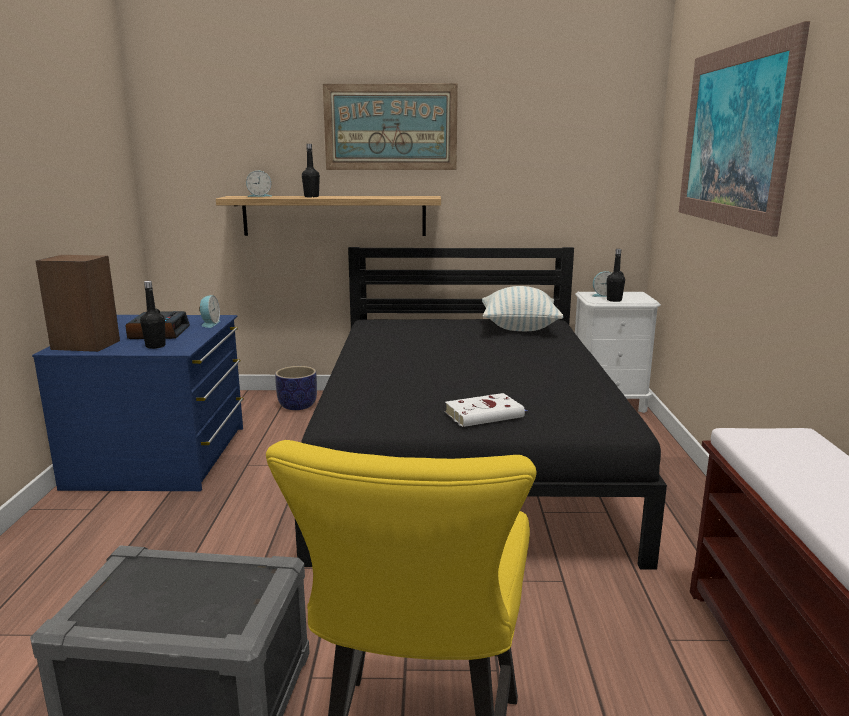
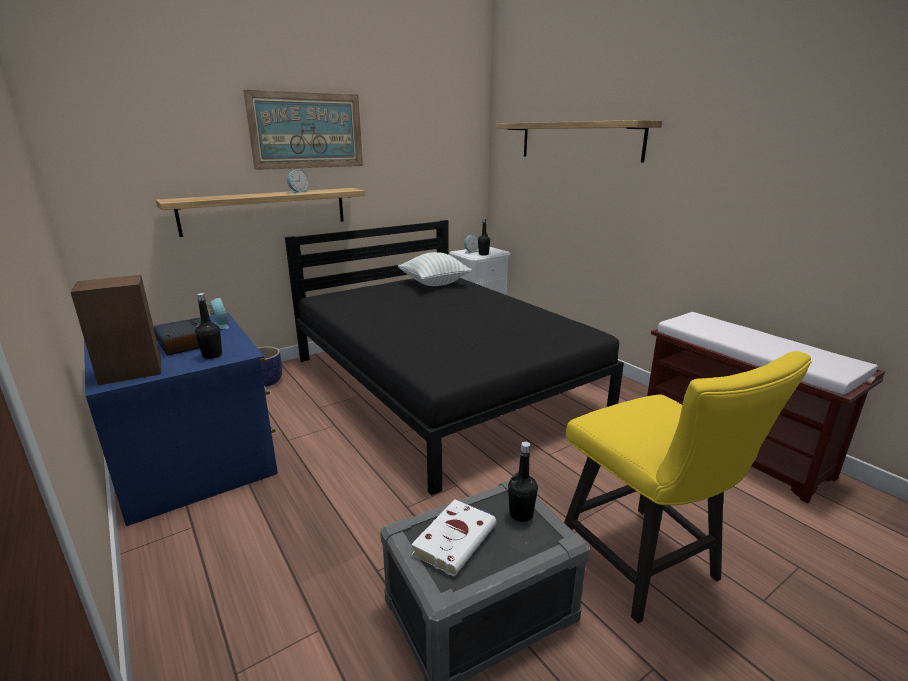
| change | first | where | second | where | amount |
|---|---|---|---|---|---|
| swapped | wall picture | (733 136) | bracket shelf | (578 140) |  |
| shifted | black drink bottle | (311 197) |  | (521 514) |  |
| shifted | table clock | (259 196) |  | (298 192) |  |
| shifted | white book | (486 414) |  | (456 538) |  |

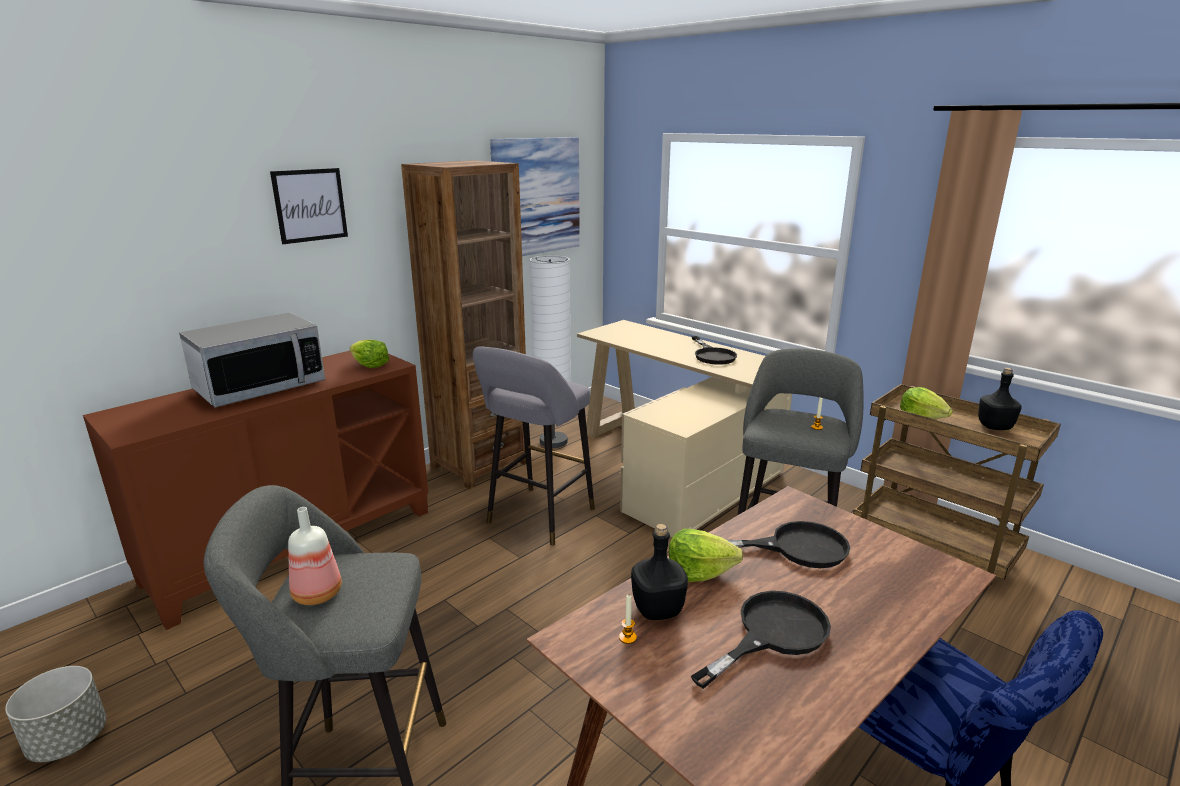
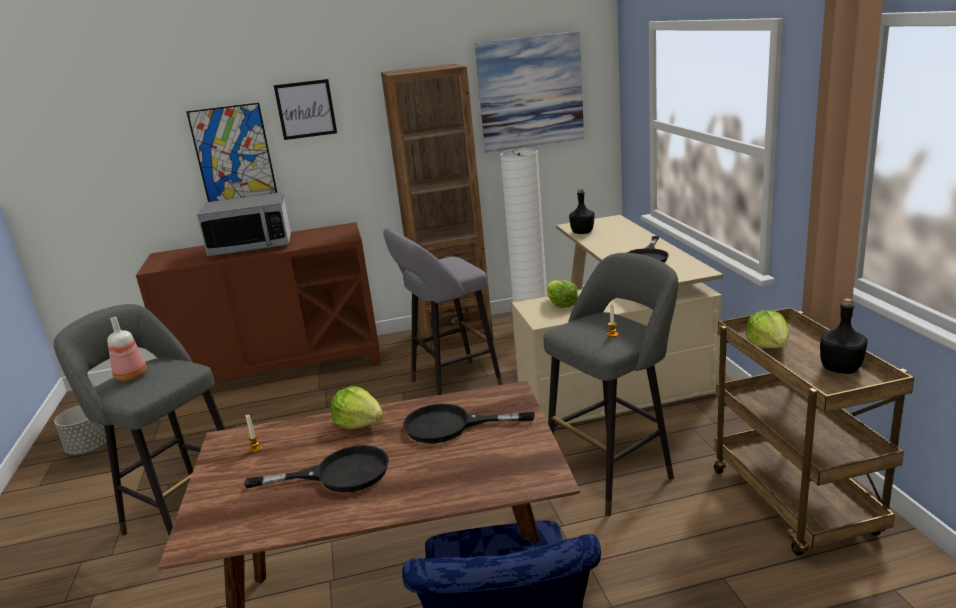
| change | first | where | second | where | amount |
|---|---|---|---|---|---|
| shifted | lettuce head | (369 365) |  | (561 304) |  |
| rotated | black skillet | (795 548) |  | (450 426) | 150 degrees clockwise |
| shifted | black drink bottle | (658 609) |  | (583 232) |  |
| new |  |  | wall picture | (234 157) |  |

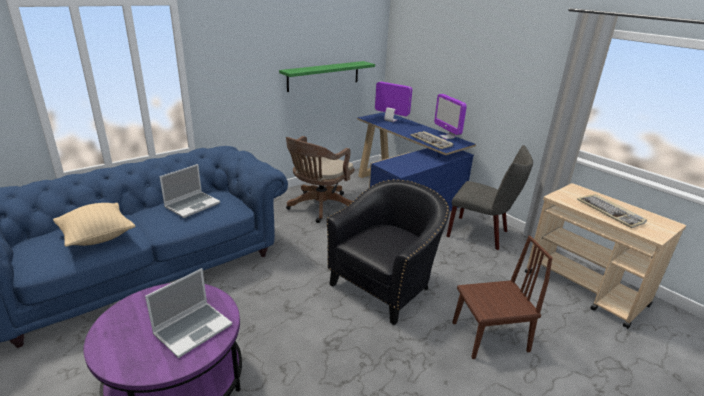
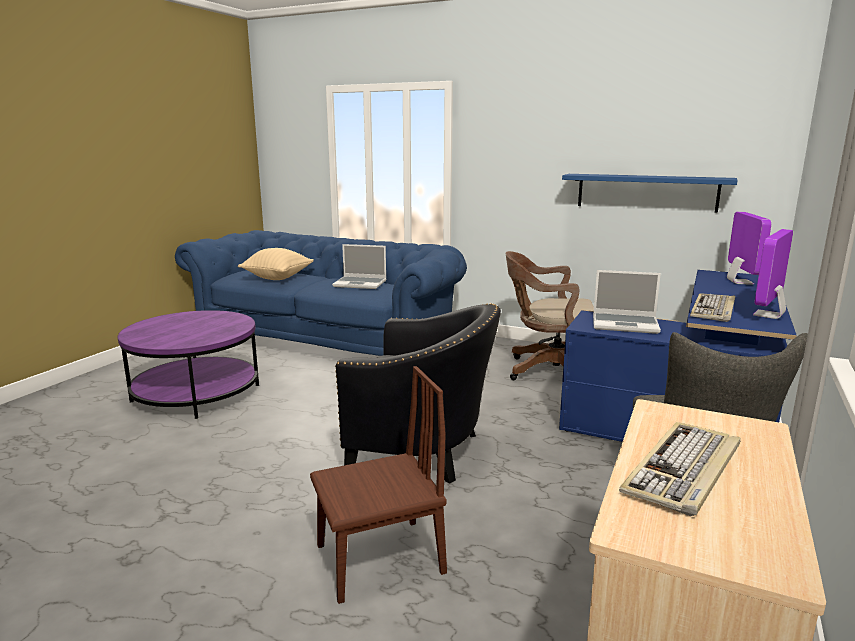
| change | first | where | second | where | amount |
|---|---|---|---|---|---|
| repainted | green-coloured bracket shelf | (323 76) | blue-coloured bracket shelf | (646 192) |  |
| rotated | brown-coloured plain chair | (489 337) |  | (379 559) | 75 degrees counterclockwise |
| shifted | laptop | (193 329) |  | (625 324) |  |

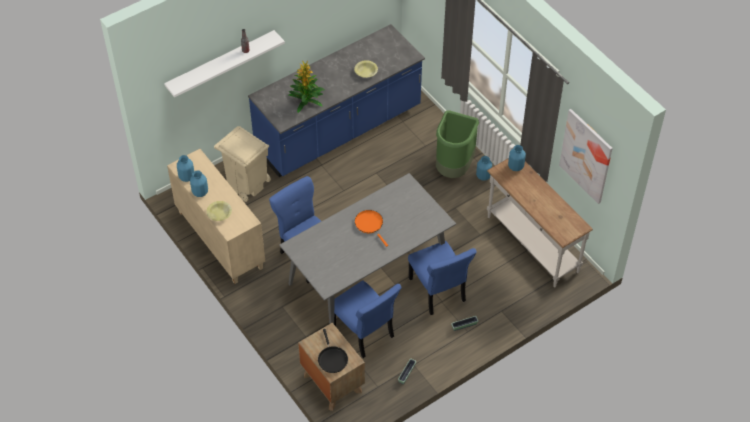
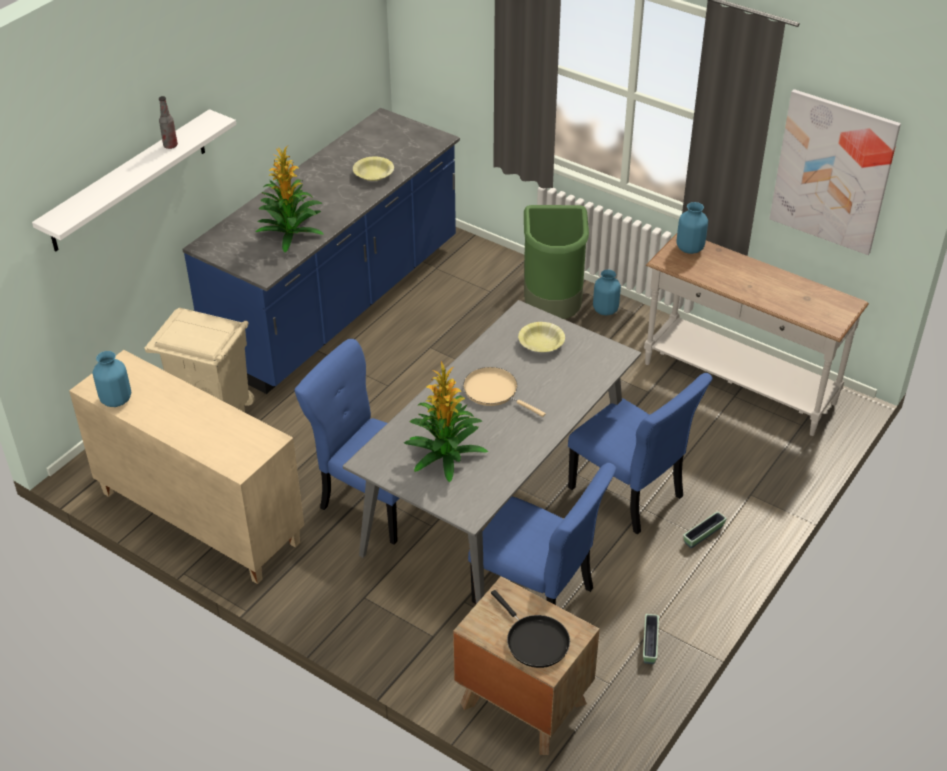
| change | first | where | second | where | amount |
|---|---|---|---|---|---|
| gone | blue-coloured vase | (200 192) |  |  |  |
| shifted | yellow serving bowl | (219 213) |  | (541 343) |  |
| repainted | orange-coloured skillet | (370 225) | beige-coloured skillet | (494 391) |  |
| new |  |  | houseplant | (444 454) |  |

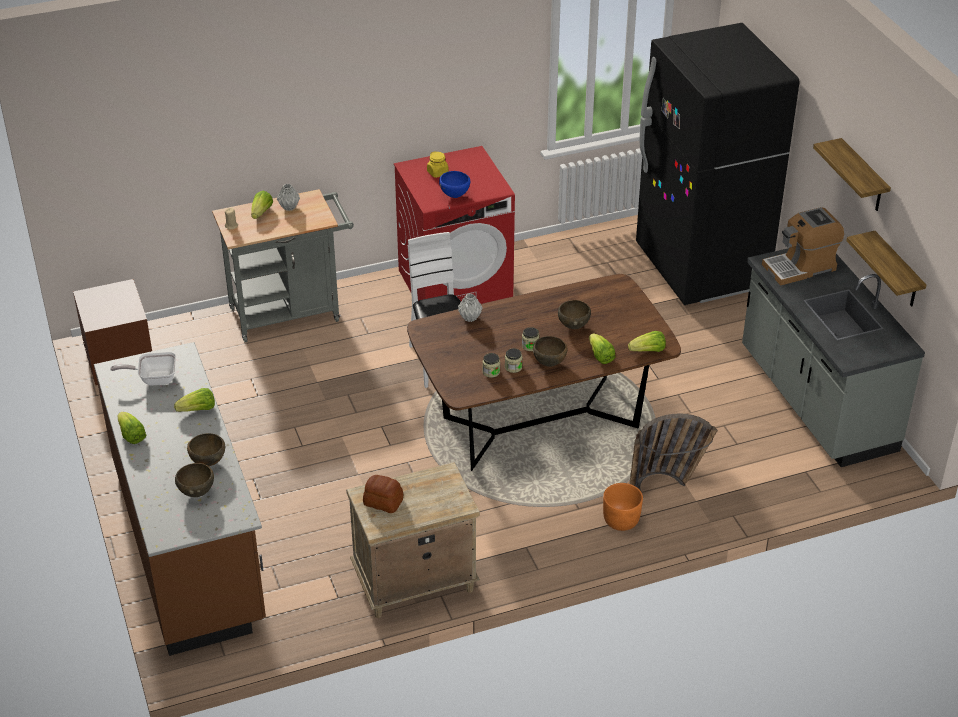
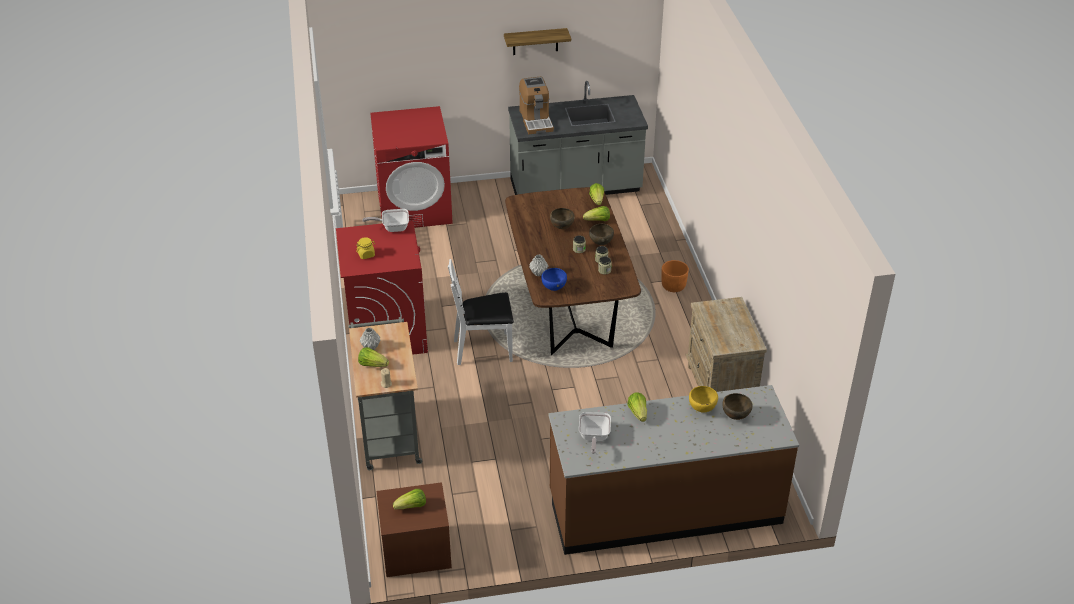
| change | first | where | second | where | amount |
|---|---|---|---|---|---|
| swapped | black fridge | (701 268) | reddish laundry appliance | (415 208) |  |
| shifted | blue-coloured serving bowl | (455 196) |  | (554 288) |  |
| gone | bracket shelf | (897 271) |  |  |  |
| shifted | lettuce head | (131 435) |  | (412 506) |  |
| gone | storage basket | (667 483) |  |  |  |
| repainted | brown-coloured serving bowl | (208 463) | yellow serving bowl | (702 409) |  |
| gone | baked bread | (383 502) |  |  |  |
| new |  |  | skillet | (392 228) |  |

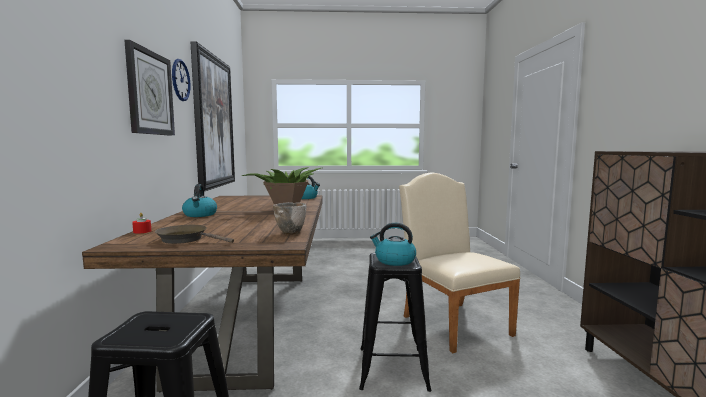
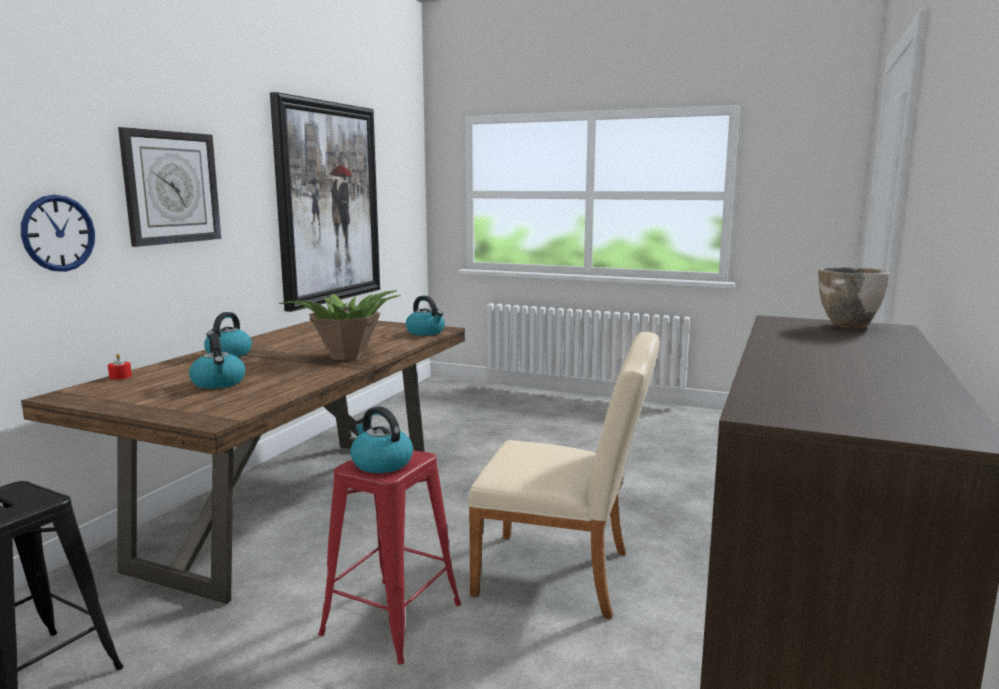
| change | first | where | second | where | amount |
|---|---|---|---|---|---|
| shifted | hanging clock | (180 80) |  | (58 233) |  |
| rotated | beige-coloured plain chair | (451 322) |  | (564 575) | 105 degrees clockwise |
| shifted | serving bowl | (291 233) |  | (849 325) |  |
| gone | brown-coloured skillet | (186 239) |  |  |  |
| repainted | black stool seat | (392 367) | reddish stool seat | (392 618) |  |
| new |  |  | kettle | (219 383) |  |

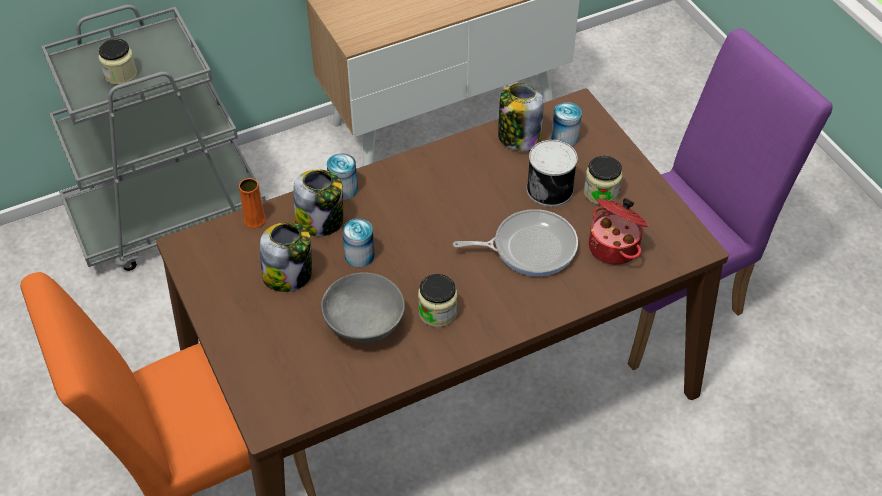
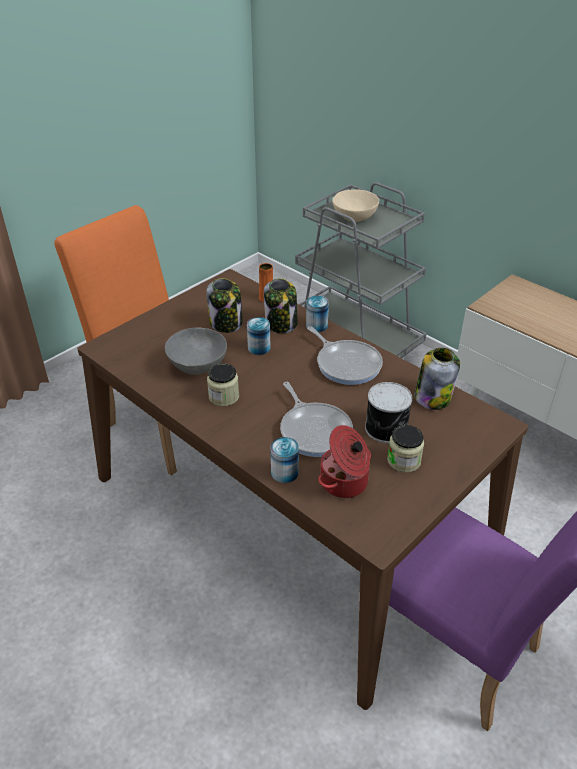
| change | first | where | second | where | amount |
|---|---|---|---|---|---|
| swapped | jar | (120 74) | beige-coloured serving bowl | (354 217) |  |
| shifted | can | (564 138) |  | (284 473) |  |
| new |  |  | skillet | (346 364) |  |

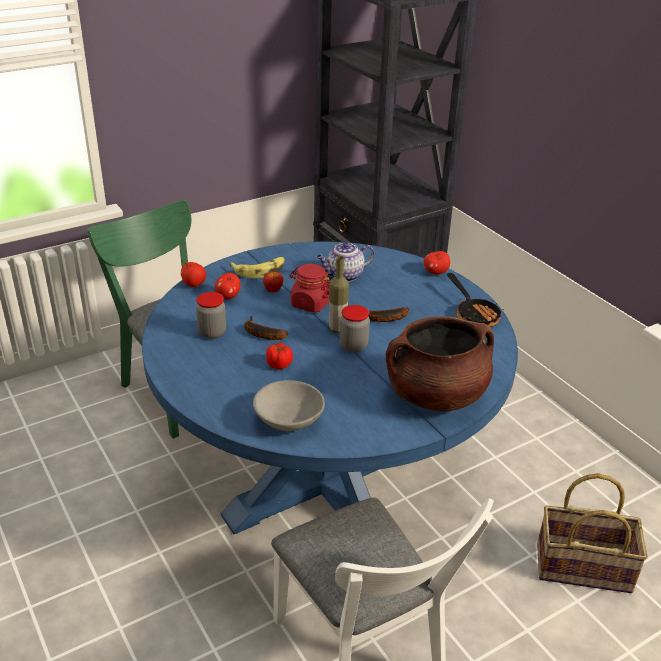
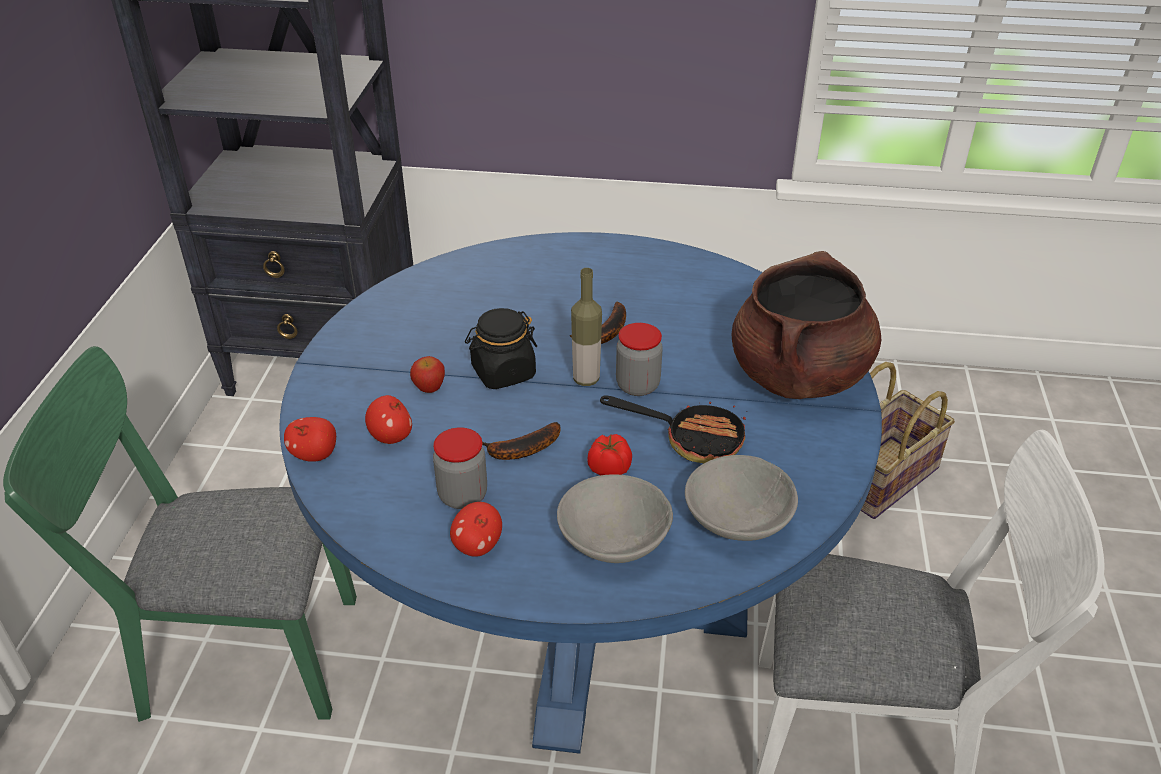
| change | first | where | second | where | amount |
|---|---|---|---|---|---|
| gone | teapot | (344 275) |  |  |  |
| shifted | apple fruit | (435 272) |  | (477 546) |  |
| gone | banana fruit | (260 271) |  |  |  |
| repainted | reddish jar | (310 304) | black jar | (503 372) |  |
| shifted | skillet | (474 314) |  | (692 439) |  |
| new |  |  | greyish serving bowl | (614 541) |  |

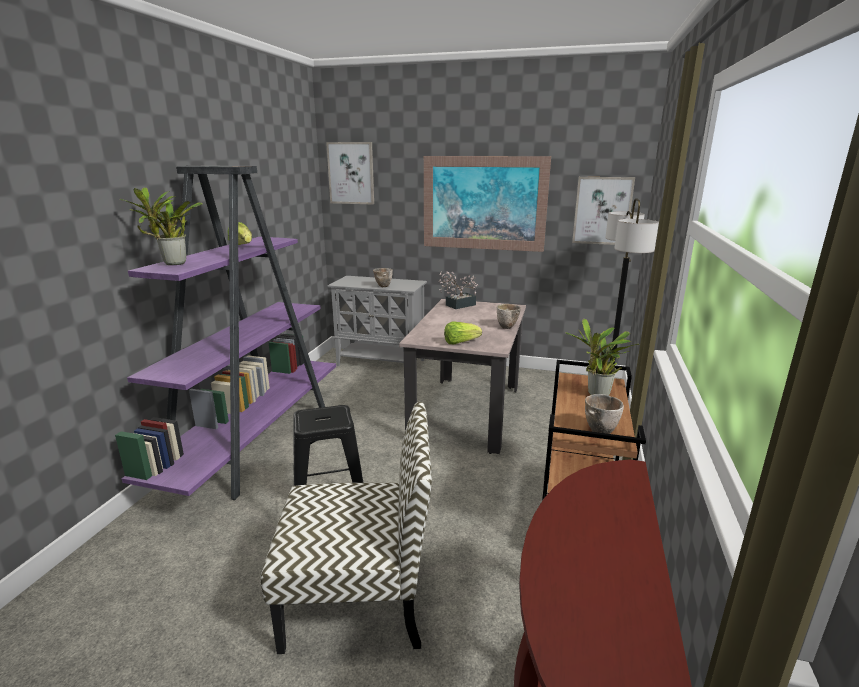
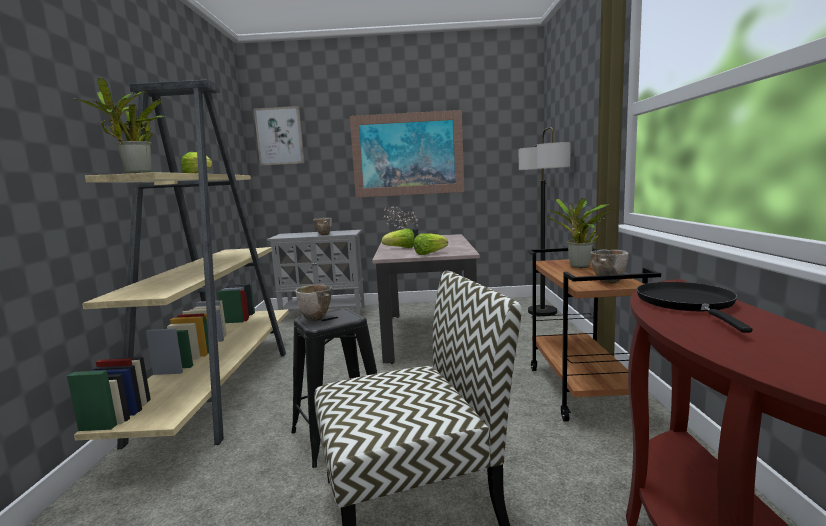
| change | first | where | second | where | amount |
|---|---|---|---|---|---|
| repainted | purplish shelving unit | (255 441) | beige-coloured shelving unit | (219 390) |  |
| gone | wall picture | (602 210) |  |  |  |
| shifted | serving bowl | (507 327) |  | (316 319) |  |
| new |  |  | lettuce head | (401 248) |  |
| new |  |  | black skillet | (687 304) |  |

